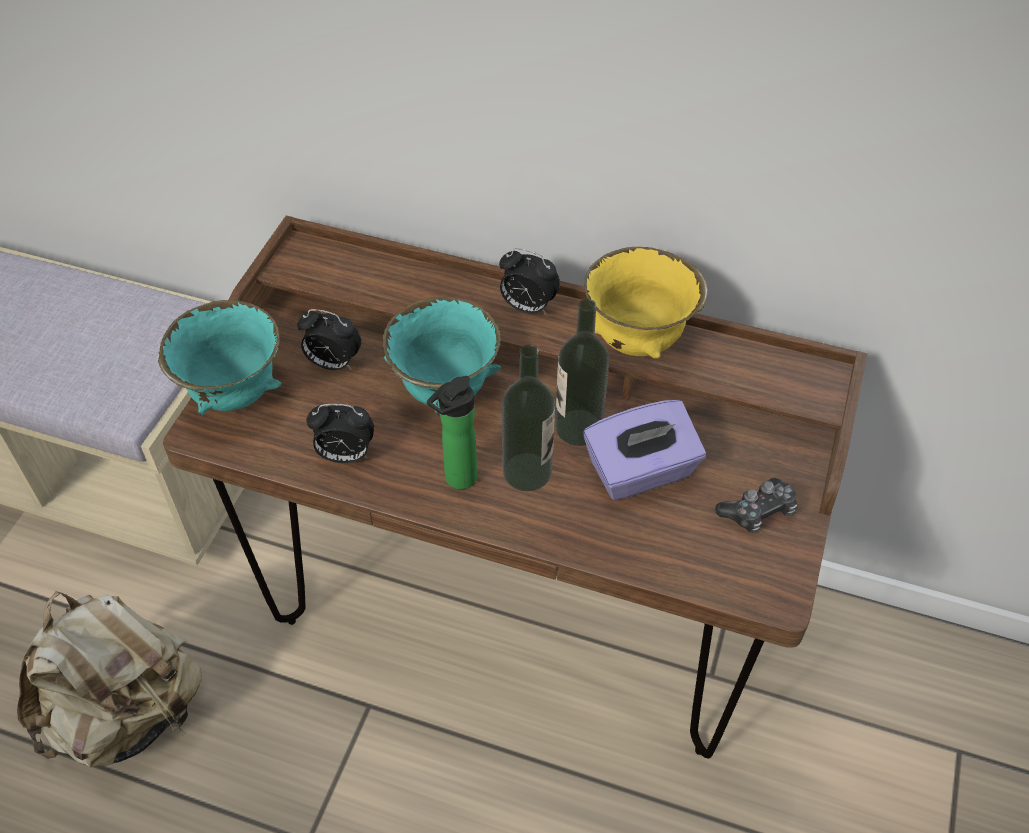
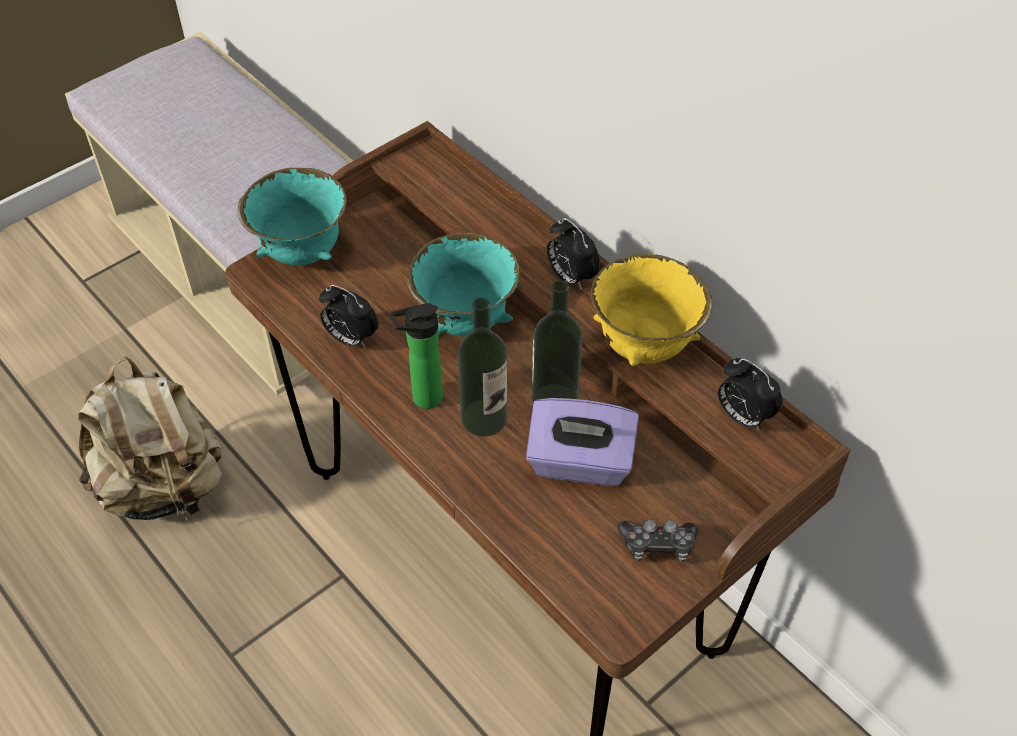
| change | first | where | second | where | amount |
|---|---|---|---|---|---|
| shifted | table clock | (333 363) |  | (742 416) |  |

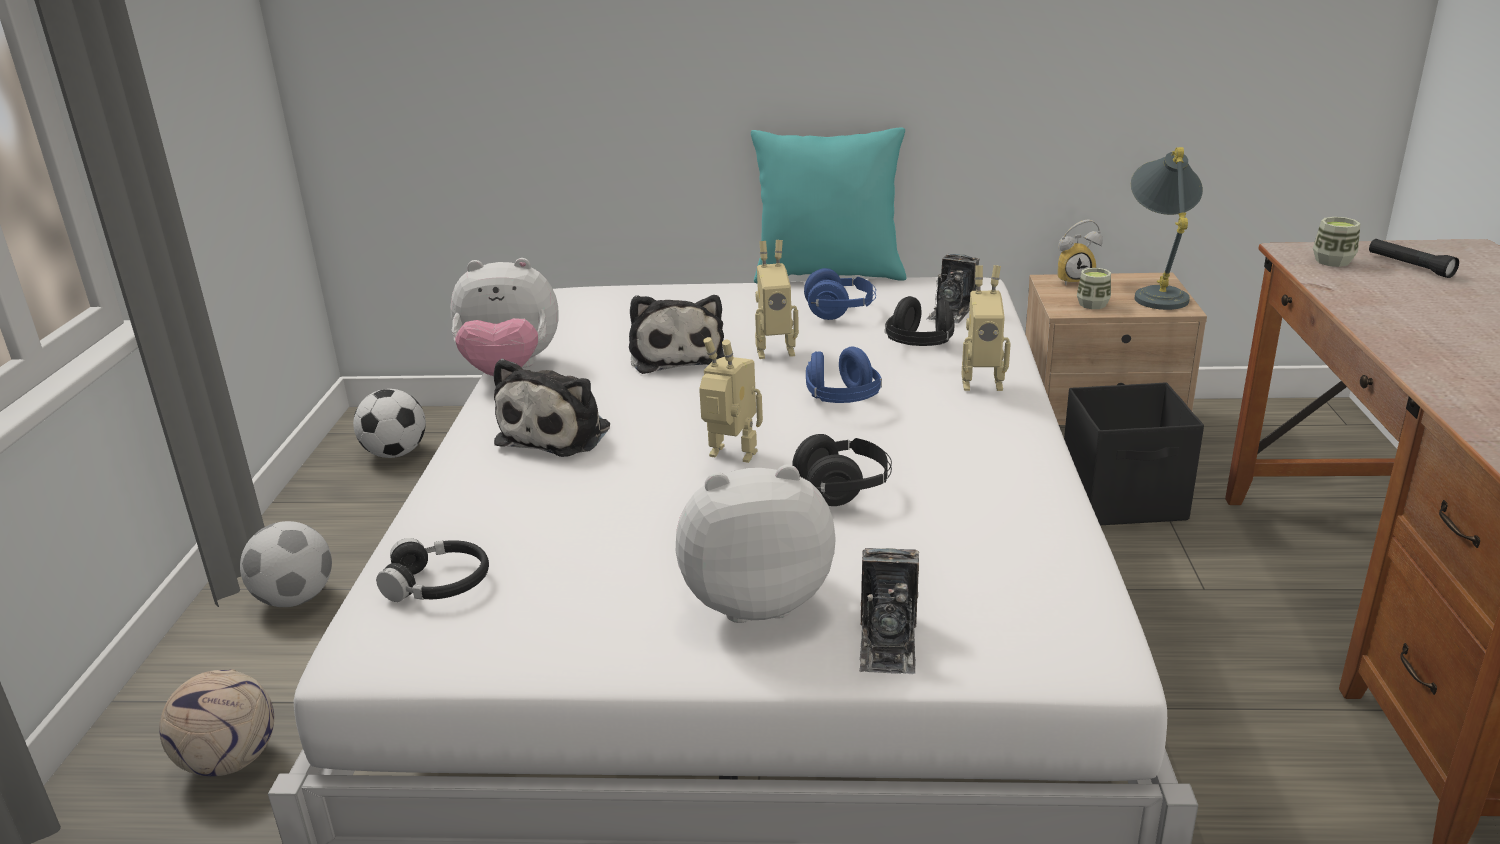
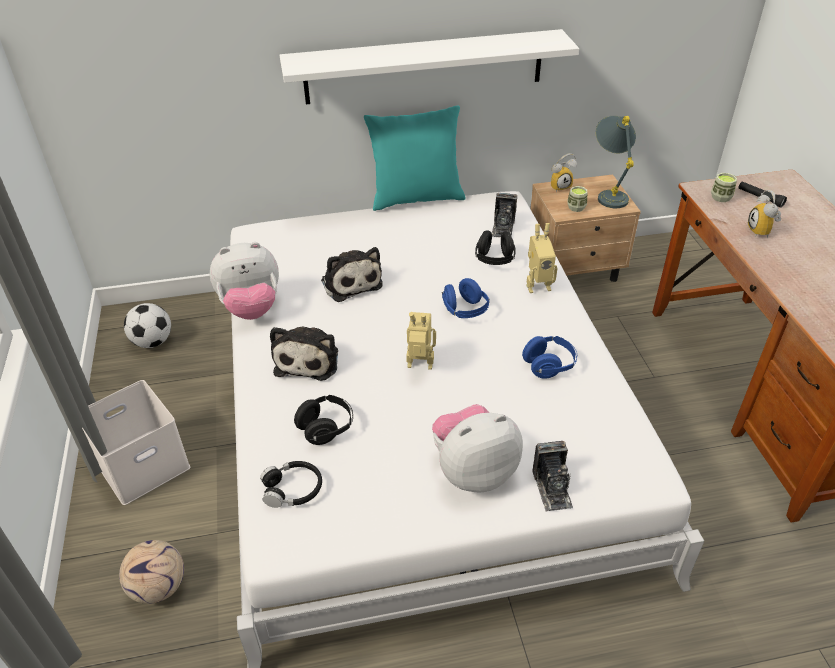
| change | first | where | second | where | amount |
|---|---|---|---|---|---|
| gone | toy robot | (774 350) |  |  |  |
| shifted | blue-coloured pair of headphones | (840 312) |  | (549 365) |  |
| gone | black storage bin | (1124 499) |  |  |  |
| shifted | black pair of headphones | (843 489) |  | (326 428) |  |
| swapped | football | (295 599) | white storage bin | (141 466) |  |
| new |  |  | white bracket shelf | (424 67) |  |
| new |  |  | table clock | (762 232) |  |

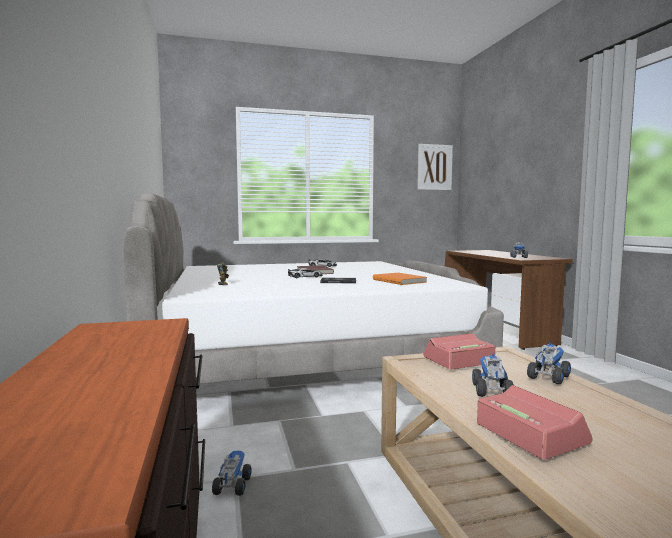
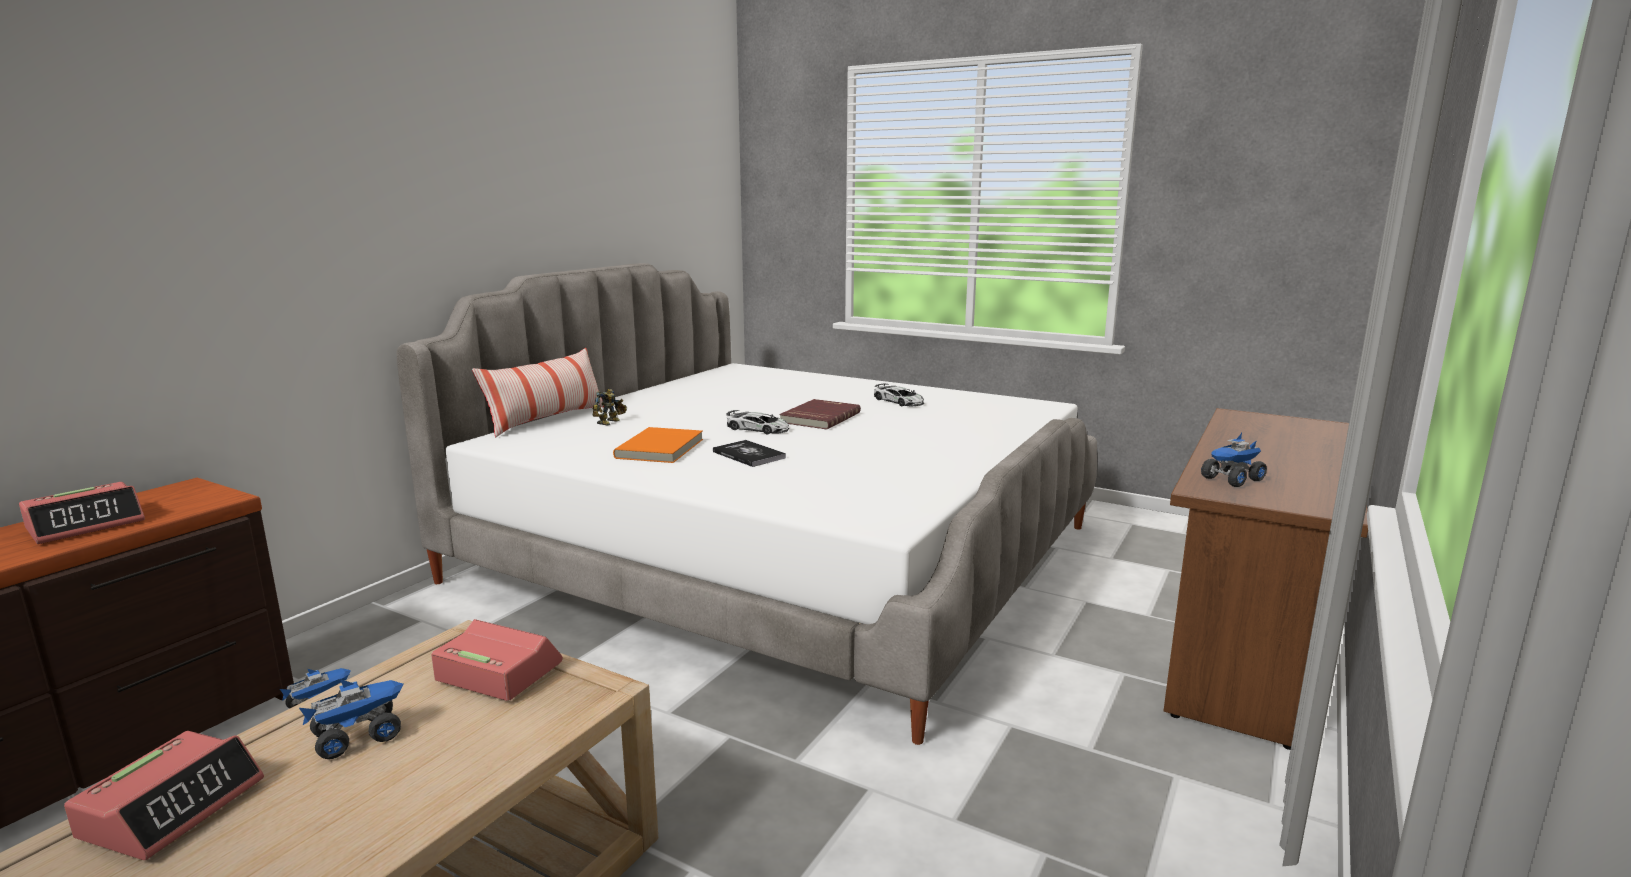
| change | first | where | second | where | amount |
|---|---|---|---|---|---|
| gone | wall picture | (434 167) |  |  |  |
| shifted | orange-coloured book | (400 281) |  | (661 449) |  |
| gone | model truck | (548 377) |  |  |  |
| new |  |  | cushion | (547 420) |  |
| new |  |  | table clock | (86 524) |  |

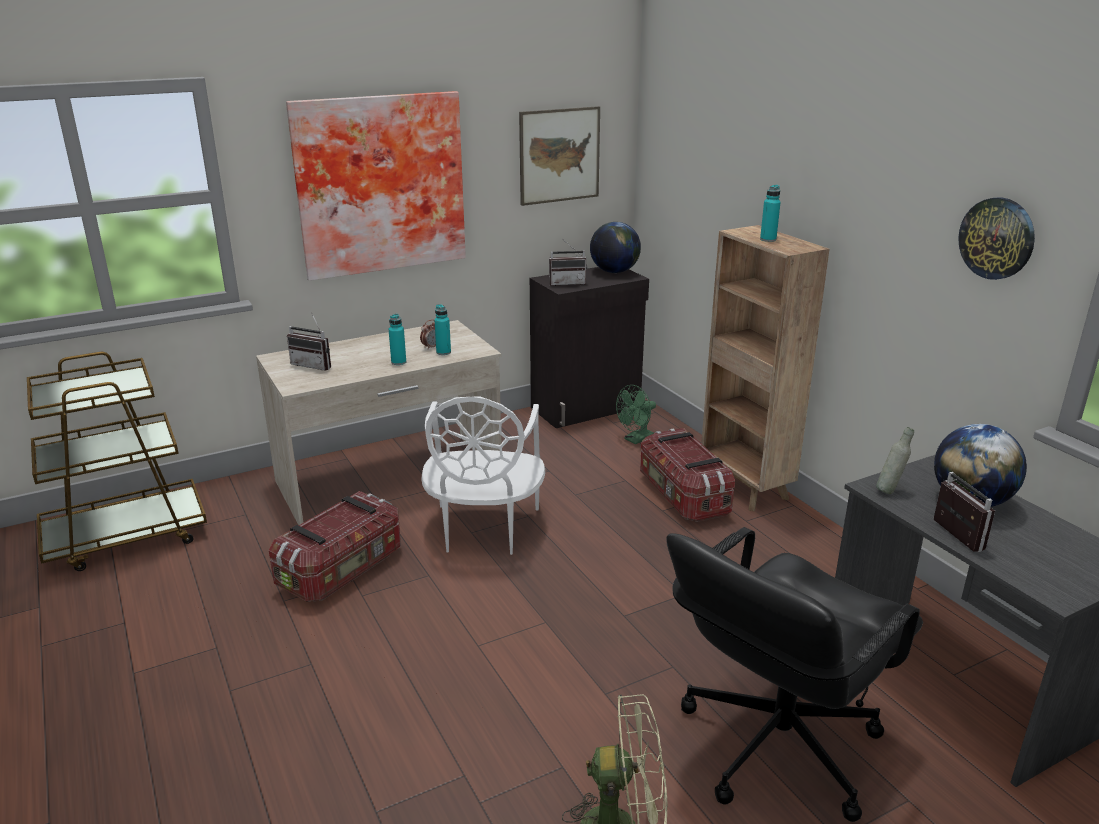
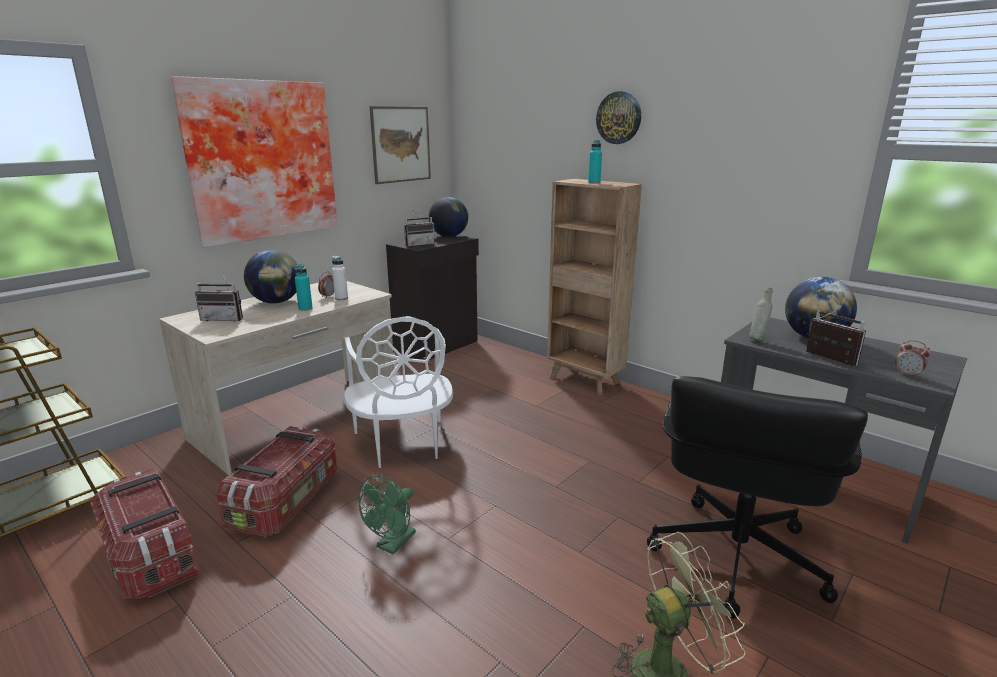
| change | first | where | second | where | amount |
|---|---|---|---|---|---|
| shifted | hanging clock | (997 238) |  | (619 118) |  |
| repainted | turquoise drink bottle | (443 352) | white drink bottle | (341 298) |  |
| shifted | green-coloured fan | (636 439) |  | (392 545) |  |
| shifted | storage bin | (682 495) |  | (150 556) |  |
| new |  |  | desk globe | (276 302) |  |
| new |  |  | table clock | (907 374) |  |

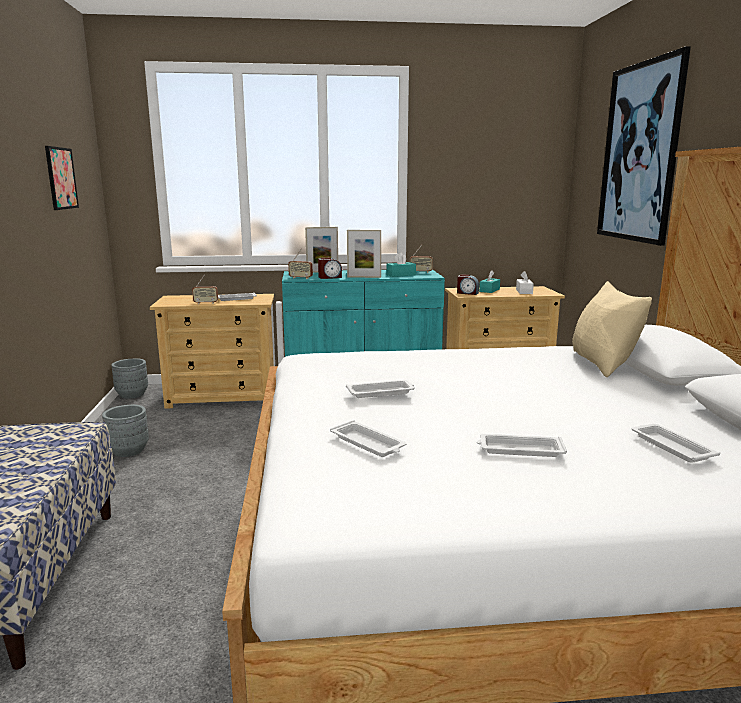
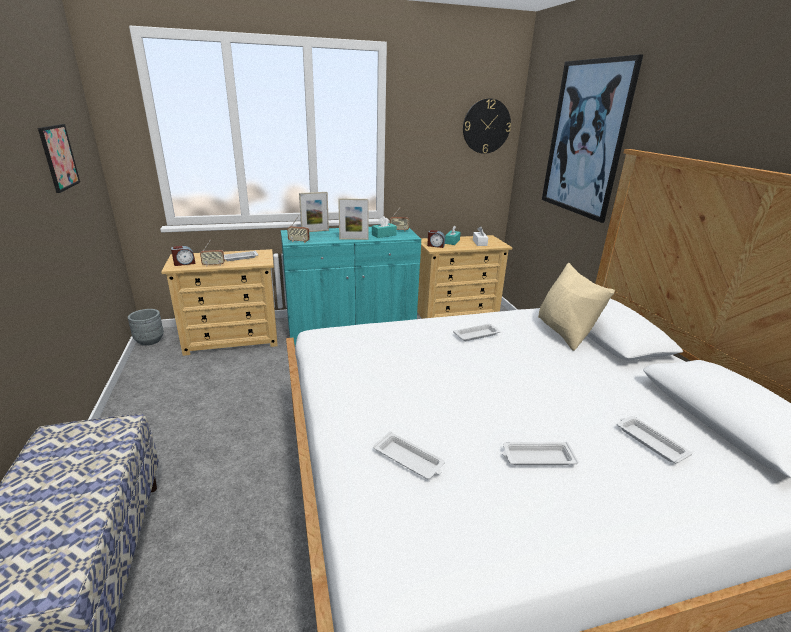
| change | first | where | second | where | amount |
|---|---|---|---|---|---|
| shifted | table clock | (329 277) |  | (184 263) |  |
| shifted | white carrying tray | (381 392) |  | (477 335) |  |
| gone | greyish flower pot | (128 451) |  |  |  |
| new |  |  | hanging clock | (486 126) |  |

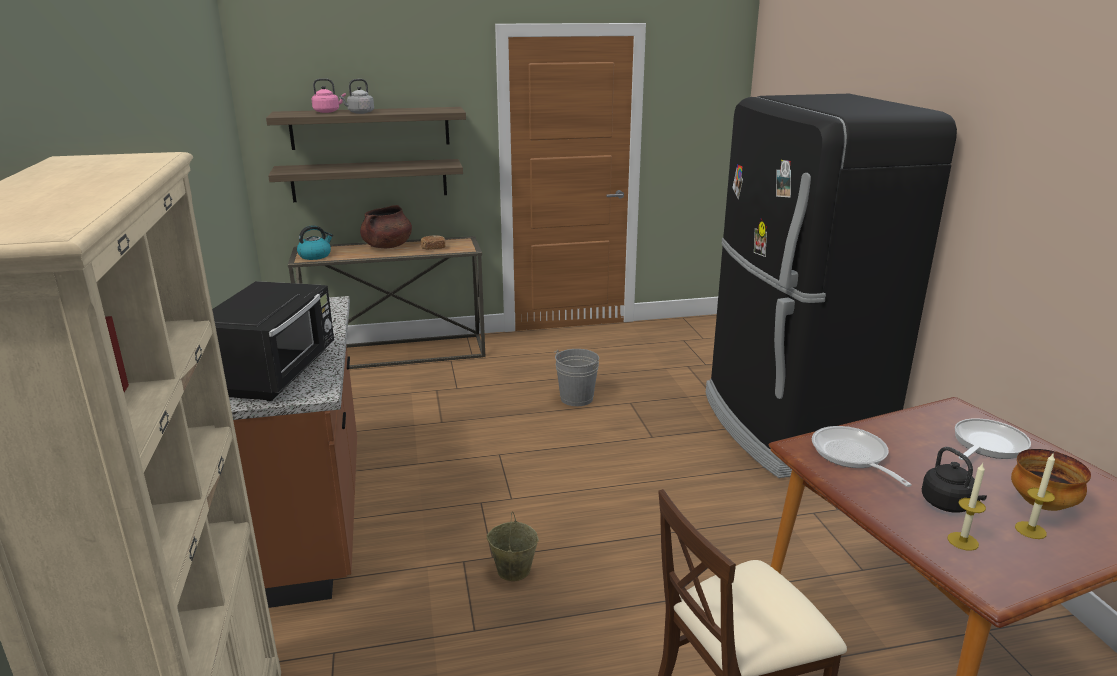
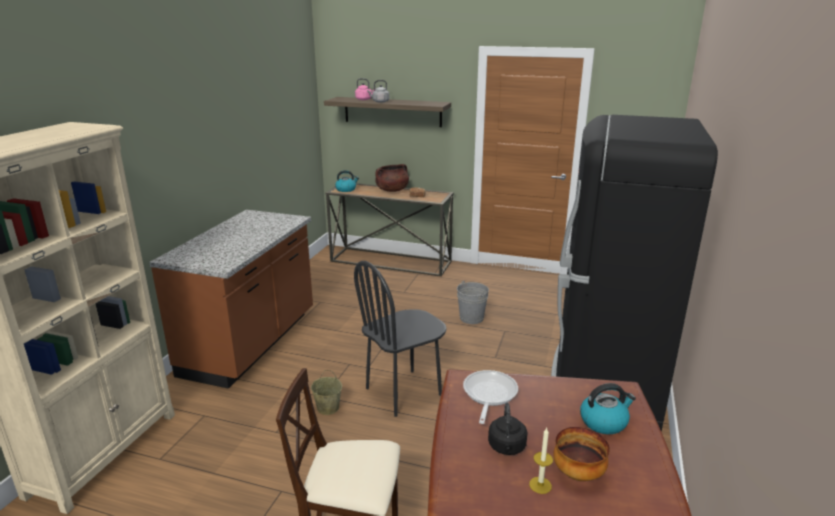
| change | first | where | second | where | amount |
|---|---|---|---|---|---|
| gone | bracket shelf | (369 180) |  |  |  |
| gone | black microwave oven | (275 373) |  |  |  |
| swapped | skillet | (987 445) | kettle | (604 421) |  |
| gone | wax light | (962 541) |  |  |  |
| new |  |  | black plain chair | (403 392) |  |

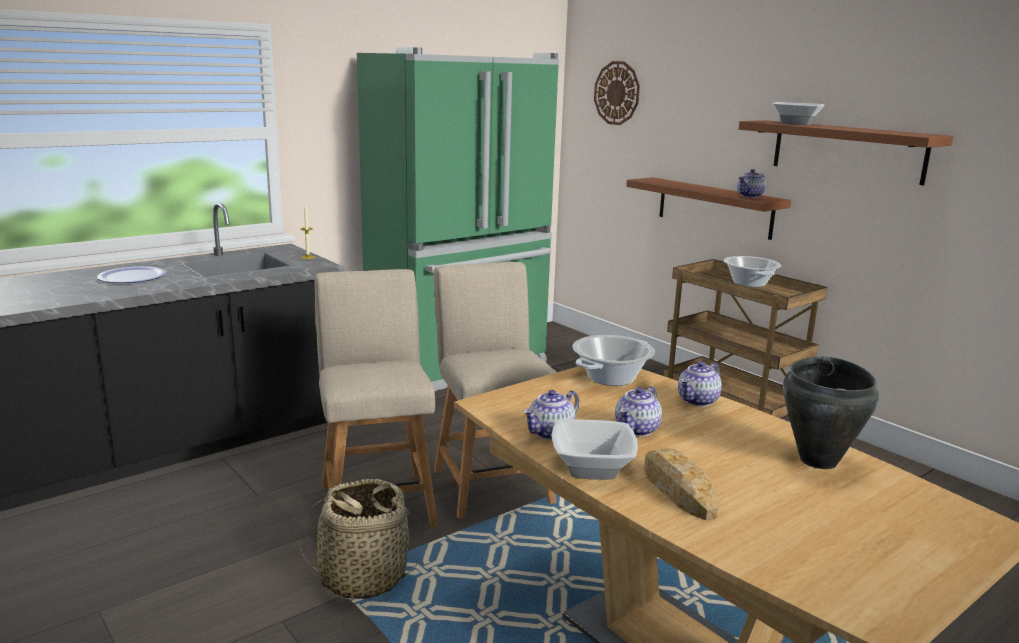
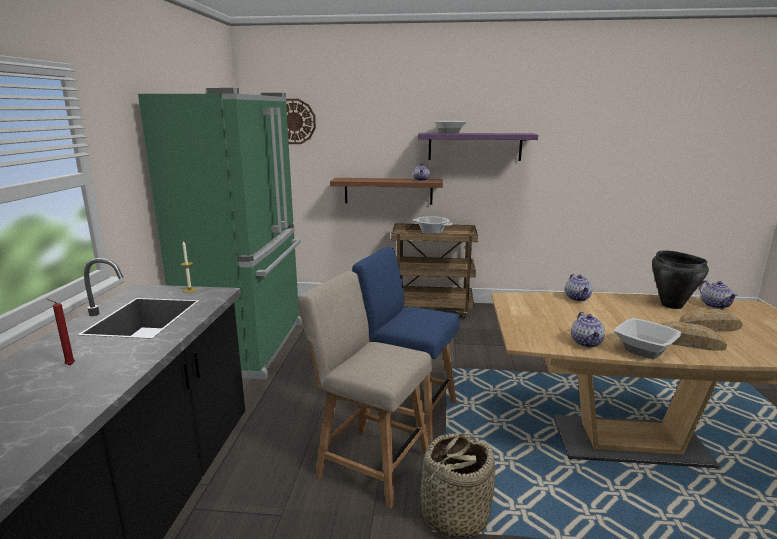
| change | first | where | second | where | amount |
|---|---|---|---|---|---|
| repainted | brown-coloured bracket shelf | (847 151) | purplish bracket shelf | (474 146) |  |
| repainted | beige-coloured plain chair | (490 483) | blue-coloured plain chair | (406 410) |  |
| swapped | flat dish | (132 277) | reddish wax light | (68 365) |  |
| gone | cooking pot | (611 378) |  |  |  |
| shifted | teapot | (637 430) |  | (715 305) |  |
| new |  |  | baked bread | (709 327) |  |

